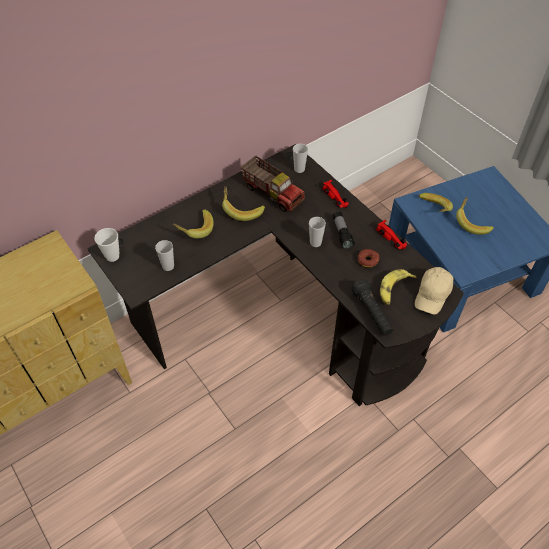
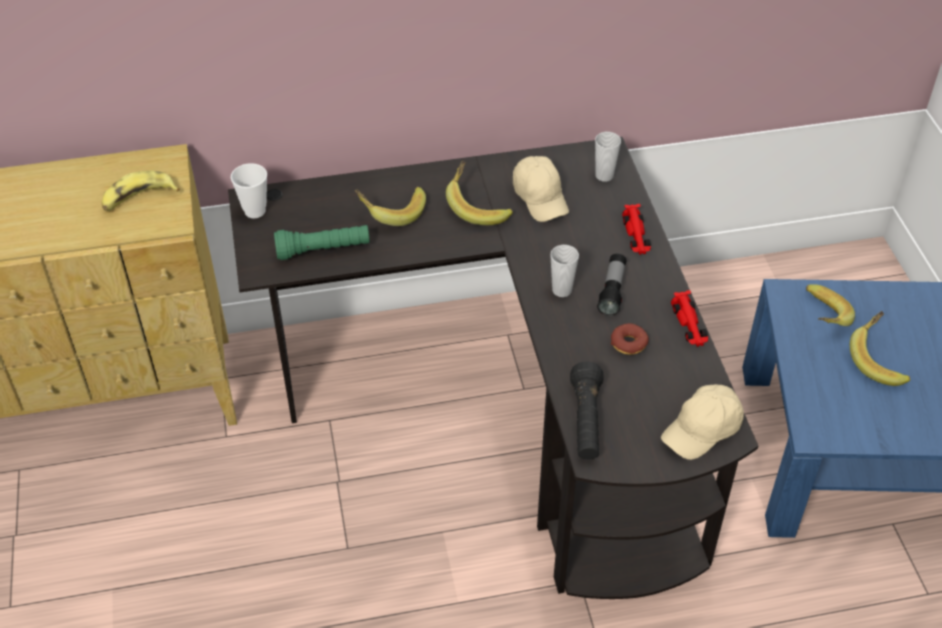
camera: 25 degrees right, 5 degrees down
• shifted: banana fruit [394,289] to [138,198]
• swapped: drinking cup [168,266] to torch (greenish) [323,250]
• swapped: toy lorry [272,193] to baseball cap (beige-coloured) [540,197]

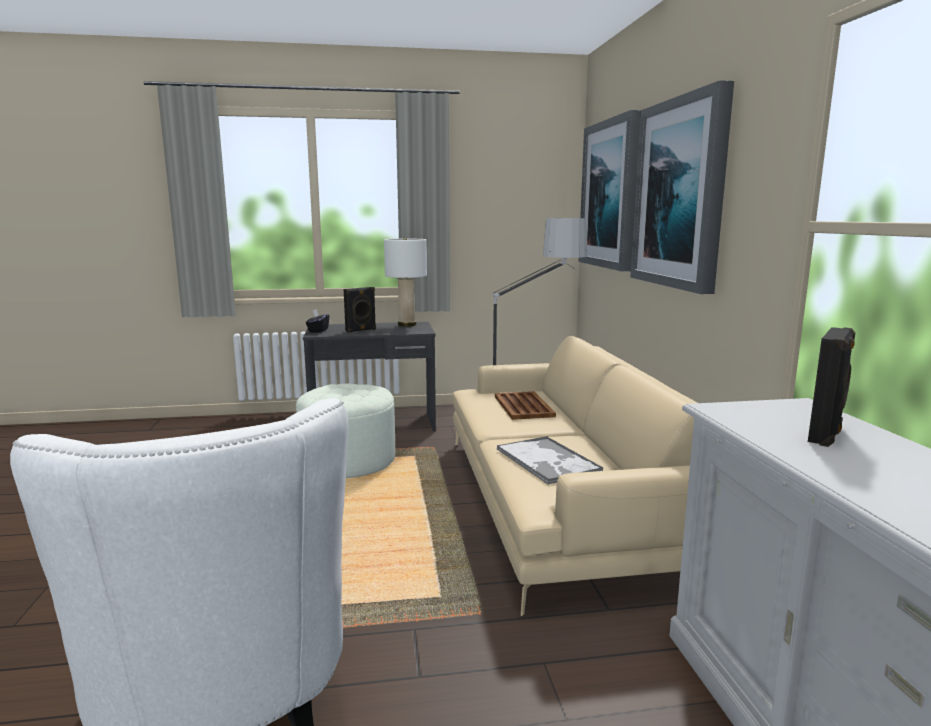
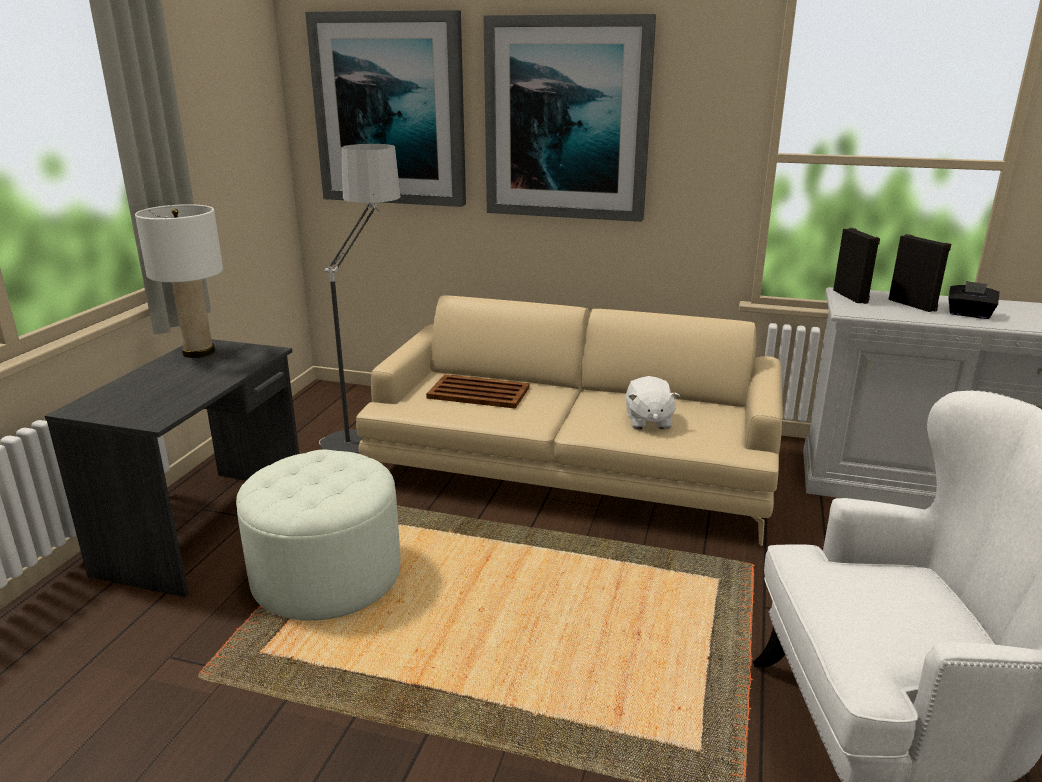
camera: 65 degrees left, 10 degrees up
• swapped: serving tray [548,461] to plush toy (whitish) [648,421]
• shifted: audio speaker (black-coloured) [361,330] to [851,296]
• shifted: box of tissues (black-coloured) [318,330] to [969,314]

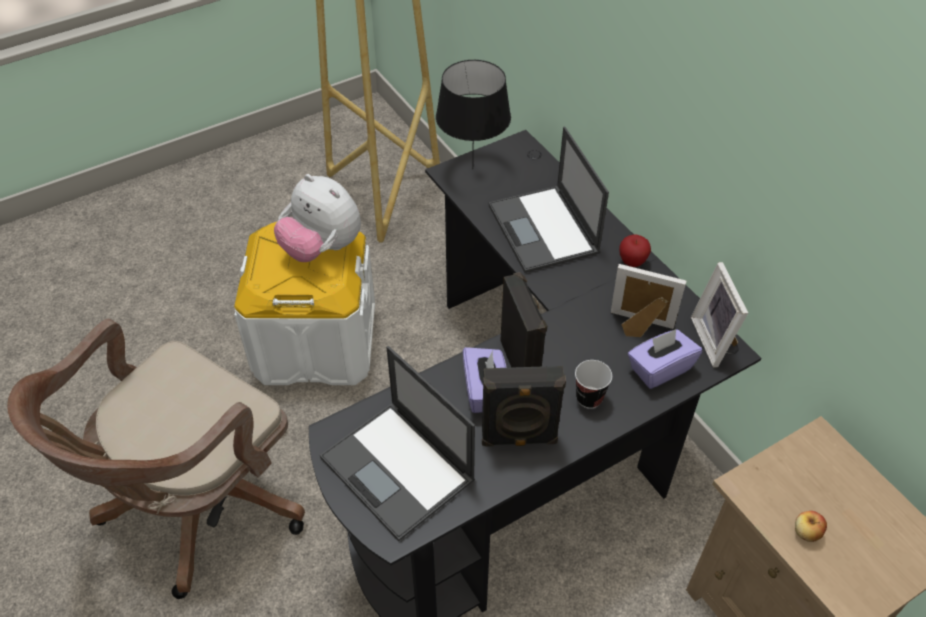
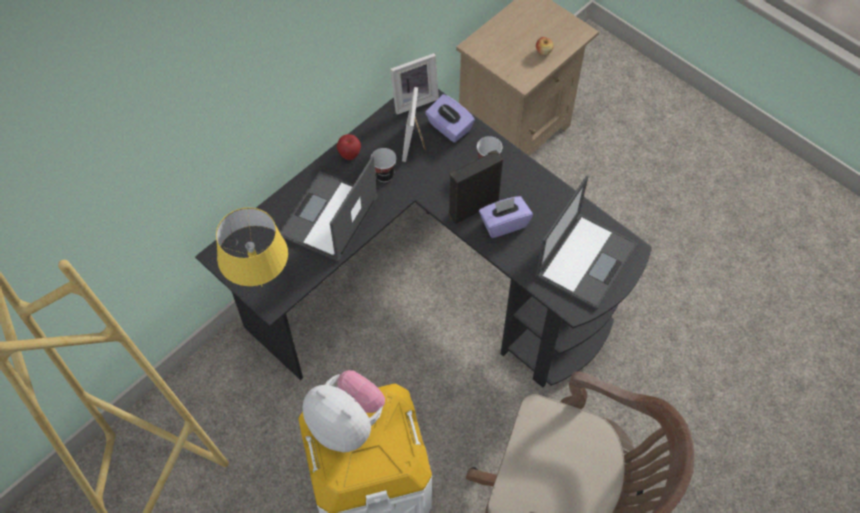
camera: 105 degrees left, 10 degrees up
• repainted: tabletop lamp (black-coloured) [473,168] to tabletop lamp (yellow) [261,285]
• rotated: portable computer [544,230] = [328,217] 150 degrees clockwise
• rotated: plush toy [322,248] = [346,423] 75 degrees counterclockwise
• new: drinking cup [384,175]
• gone: audio speaker (black-coloured) [519,439]

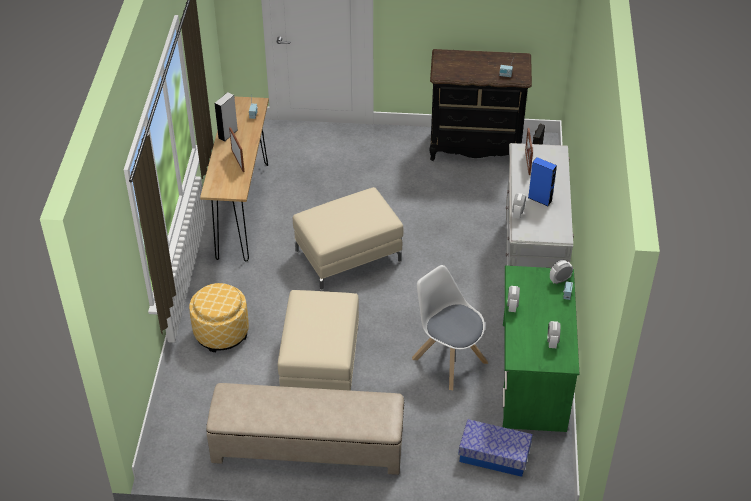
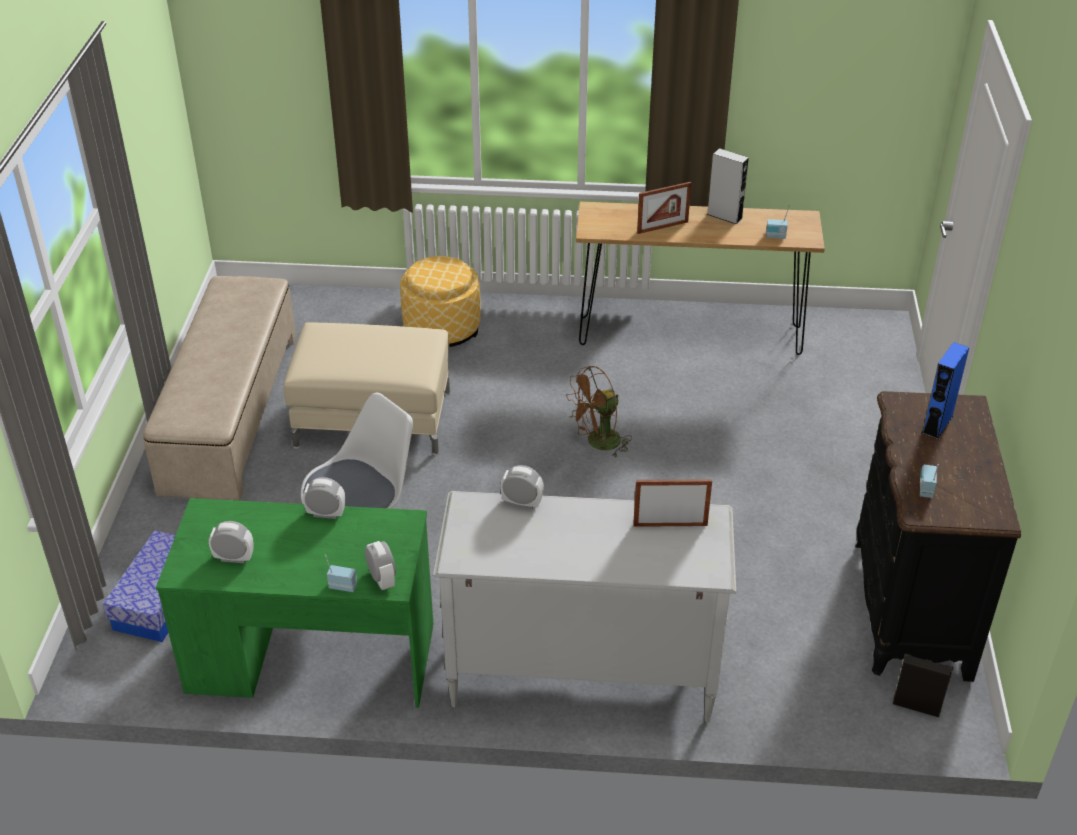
camera: 90 degrees right, 5 degrees down
• swapped: ottoman (beige-coloured) [348,255] to cooling fan (brown-coloured) [598,443]
• shifted: audio speaker (blue-coloured) [540,199] to [937,424]

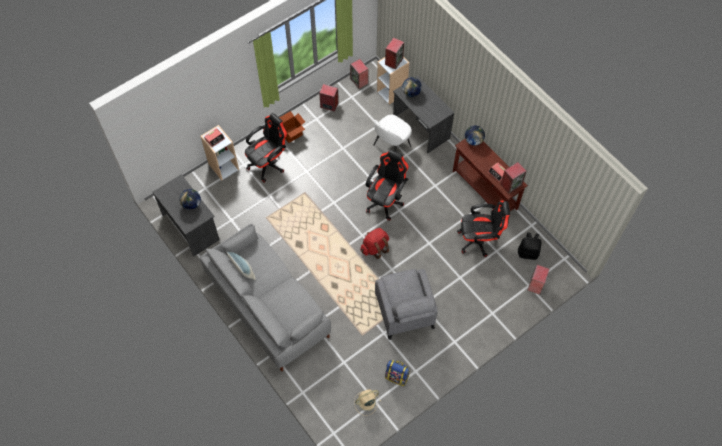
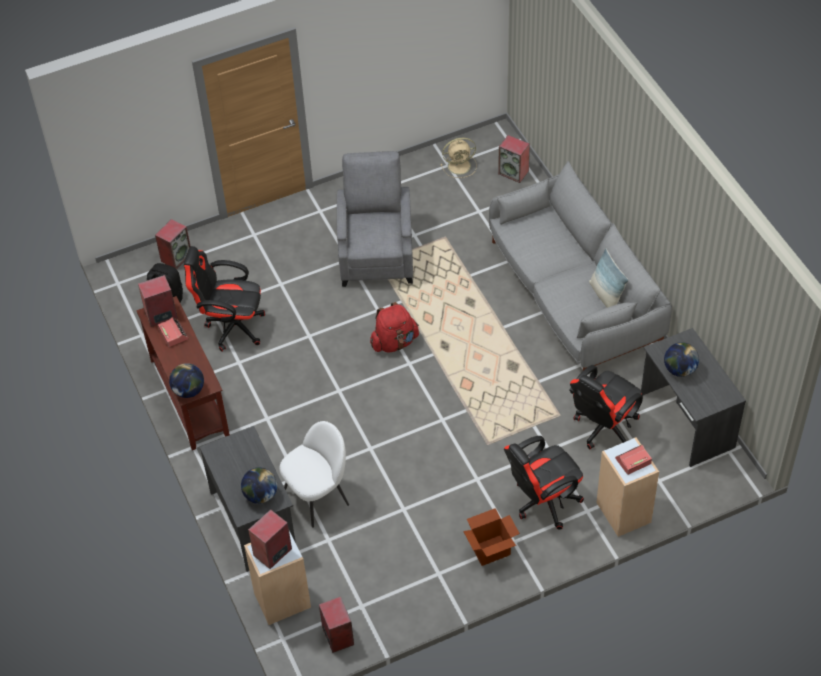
camera: 165 degrees left, 10 degrees down
• shifted: audio speaker [329,105] to [514,172]
• shifted: desk chair (black-coloured) [385,201] to [602,430]
• gone: backpack [397,376]

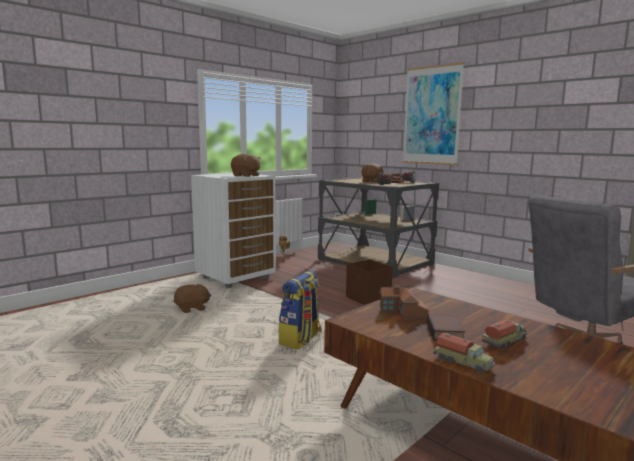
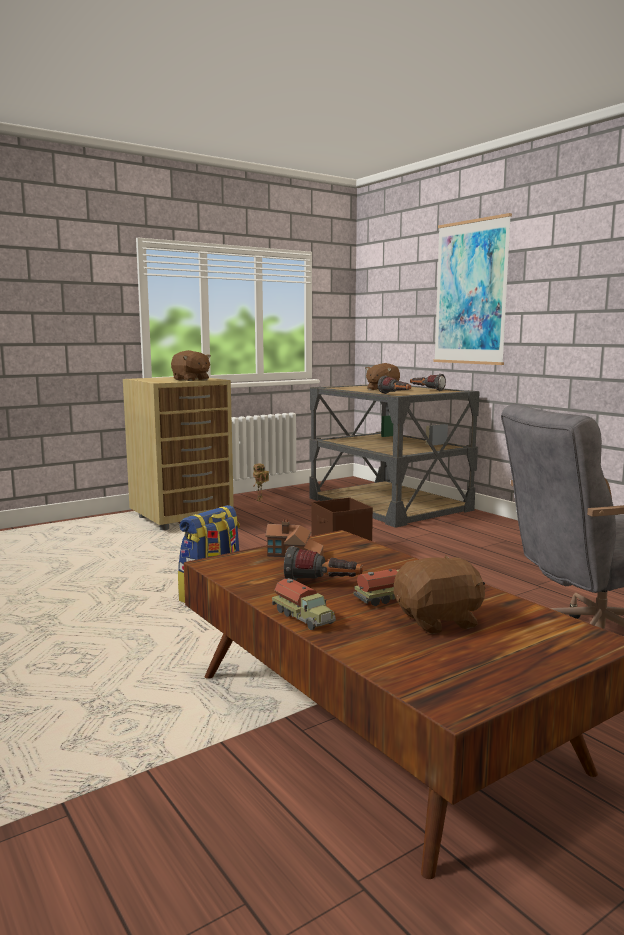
camera: 10 degrees right, 0 degrees up
• repainted: chest of drawers (whitish) [236,278] to chest of drawers (brown-coloured) [181,519]
• swapped: bound book [446,332] to torch [323,583]
• shifted: plush toy (brown-coloured) [192,308] to [439,621]

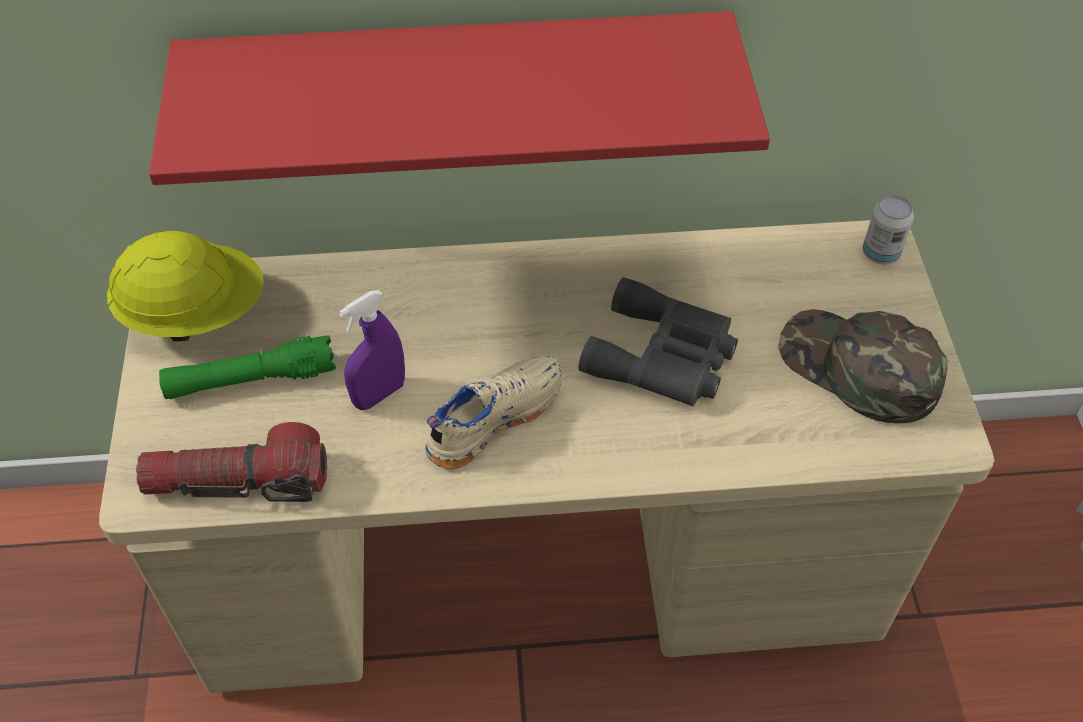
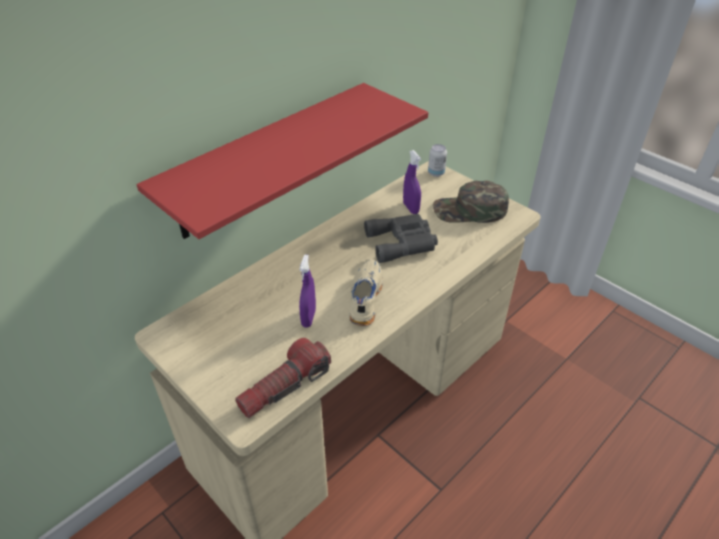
camera: 40 degrees left, 10 degrees down
• new: hand sprayer (purple-coloured) [411,208]
• gone: work helmet (yellow) [195,313]
• gone: torch (greenish) [251,380]

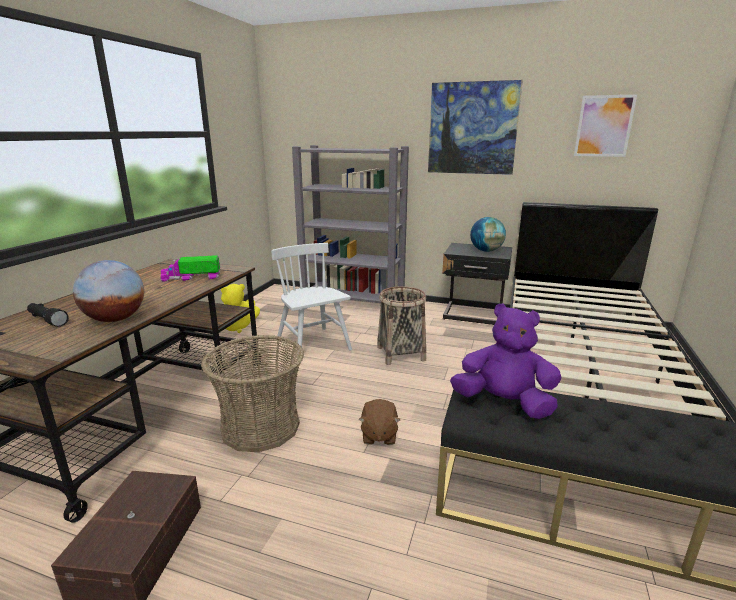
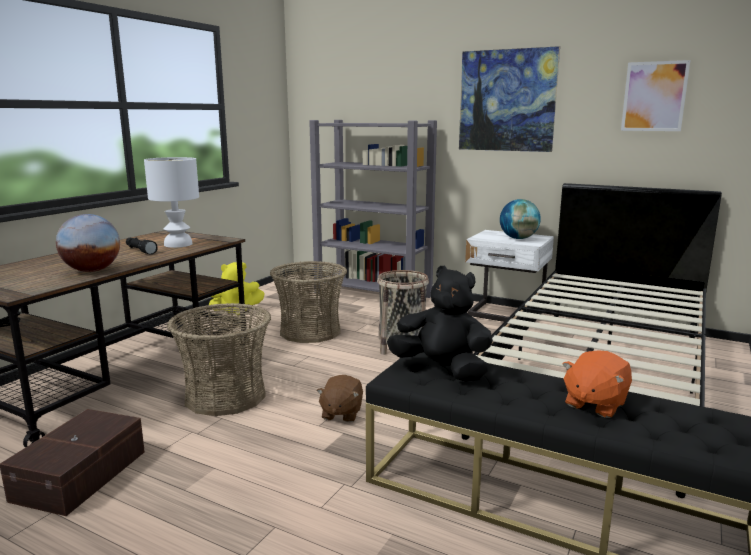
camera: 10 degrees right, 5 degrees down
• shifted: torch (black-coloured) [47,320] to [140,251]
• swapped: toy lorry [191,278] to tabletop lamp (whitish) [178,244]
• swapped: chair (whitish) [313,345] to storage basket [310,331]
• repainted: plush toy (purple-coloured) [504,403] to plush toy (black-coloured) [442,369]
• repainted: bedside table (black-coloured) [473,315] to bedside table (whitish) [505,315]
• new: plush toy (orange) [594,403]

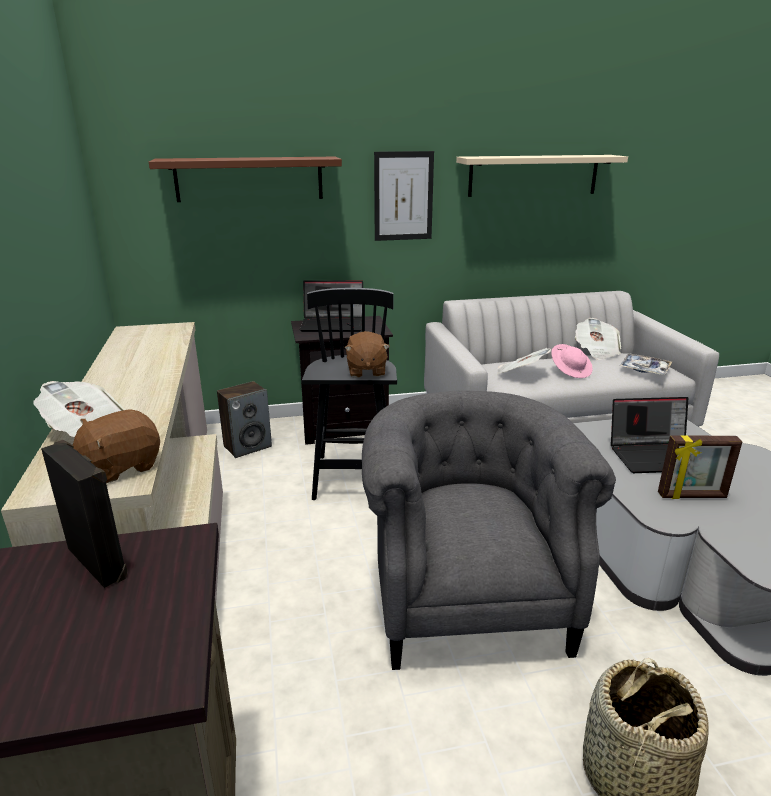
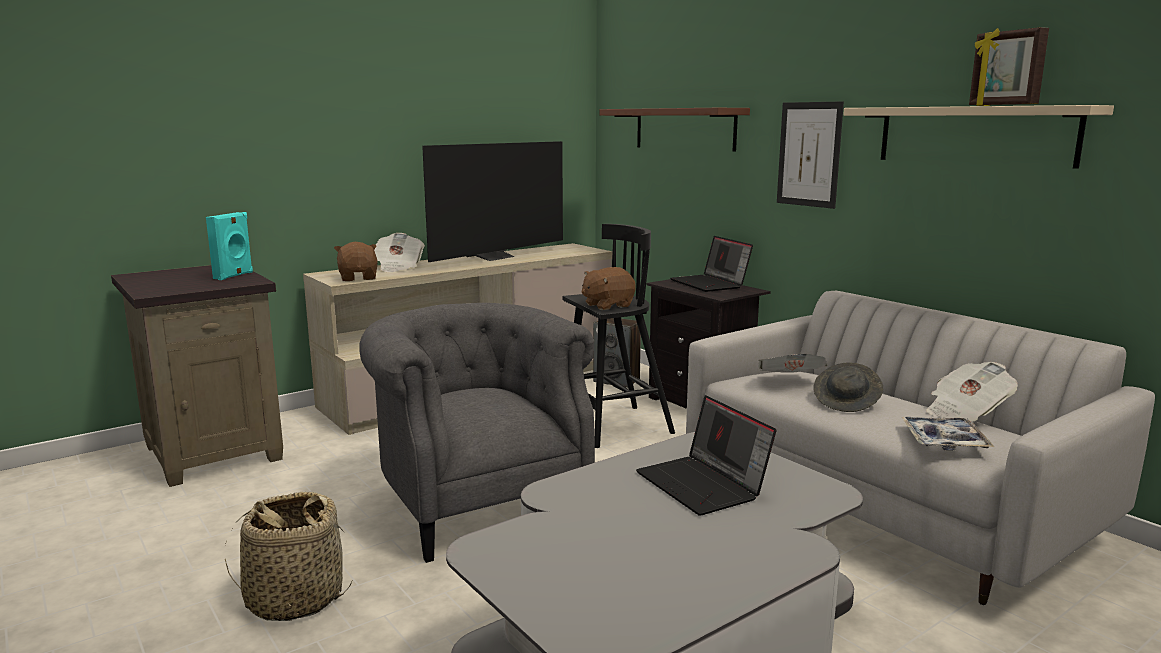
camera: 65 degrees right, 10 degrees down
• repainted: audio speaker (black-coloured) [99,561] to audio speaker (turquoise-coloured) [234,275]
• rotated: plush toy (brown-coloured) [121,466] = [358,278] 45 degrees clockwise
• rotated: lounge chair (grey) [466,596] = [477,502] 90 degrees counterclockwise
• new: television [494,257]
• repainted: hat (pink-coloured) [570,371] to hat (grey) [847,402]
• shifted: standing frame [692,496] to [1001,105]

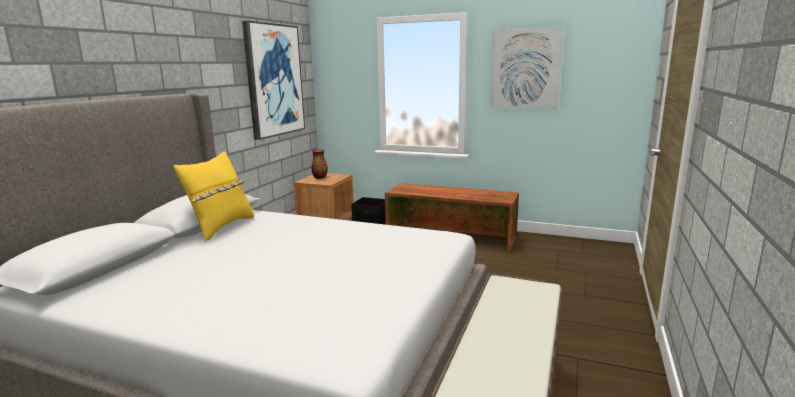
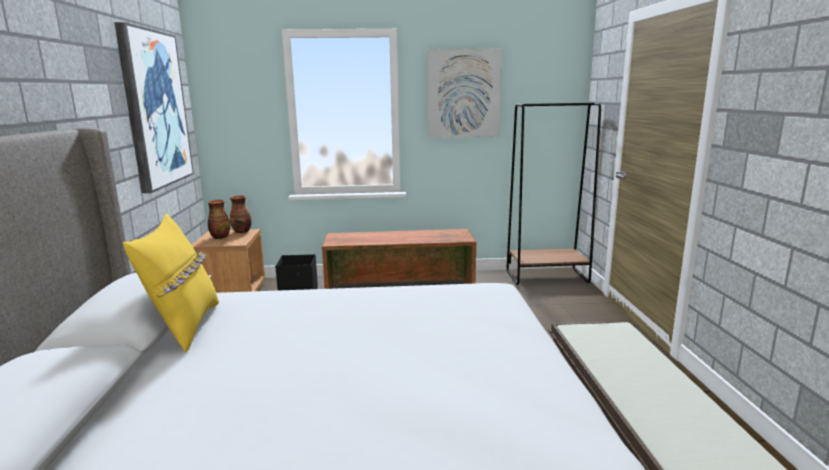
camera: 25 degrees left, 0 degrees up
• new: vase [242,231]
• new: garment rack [547,277]

